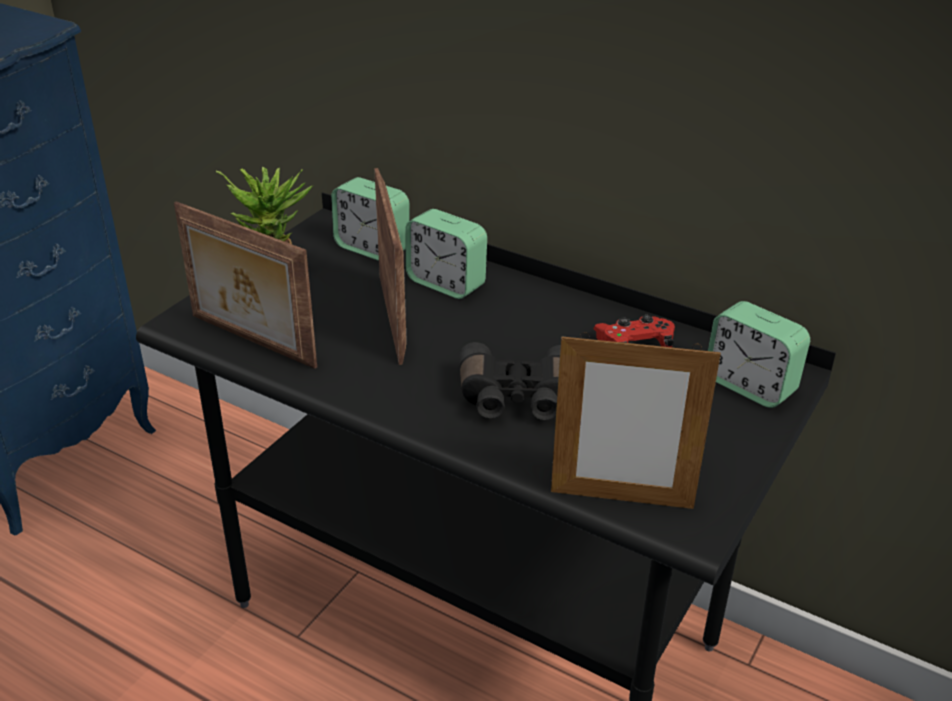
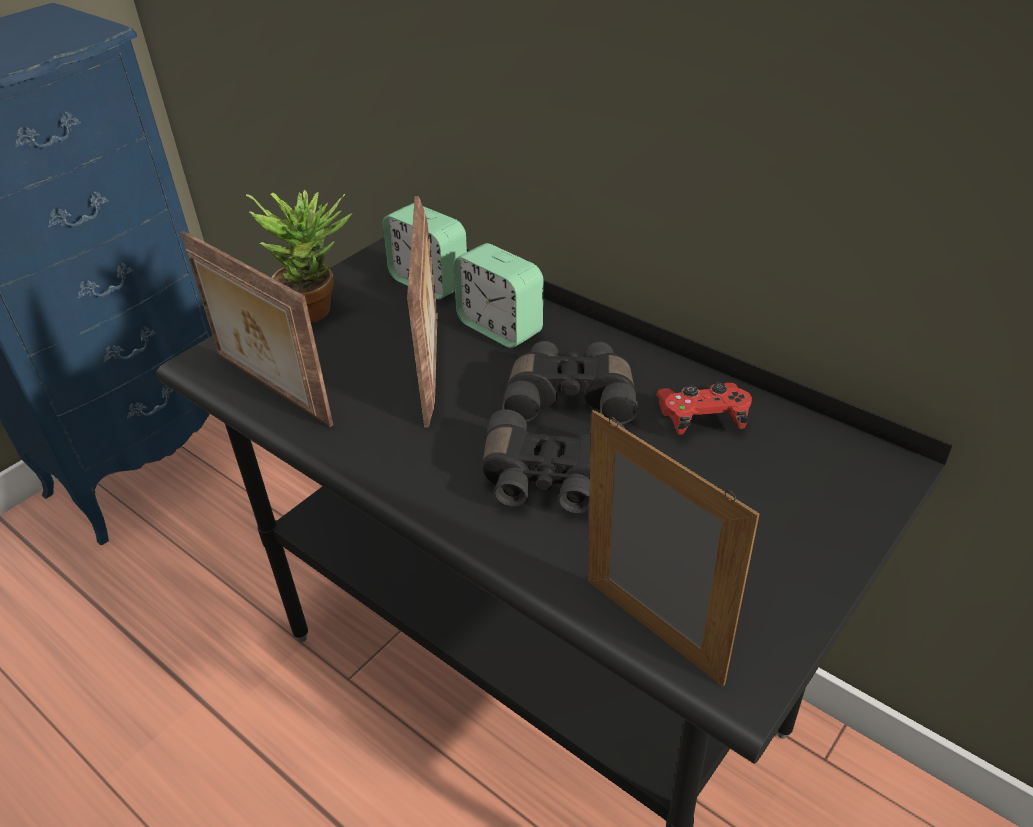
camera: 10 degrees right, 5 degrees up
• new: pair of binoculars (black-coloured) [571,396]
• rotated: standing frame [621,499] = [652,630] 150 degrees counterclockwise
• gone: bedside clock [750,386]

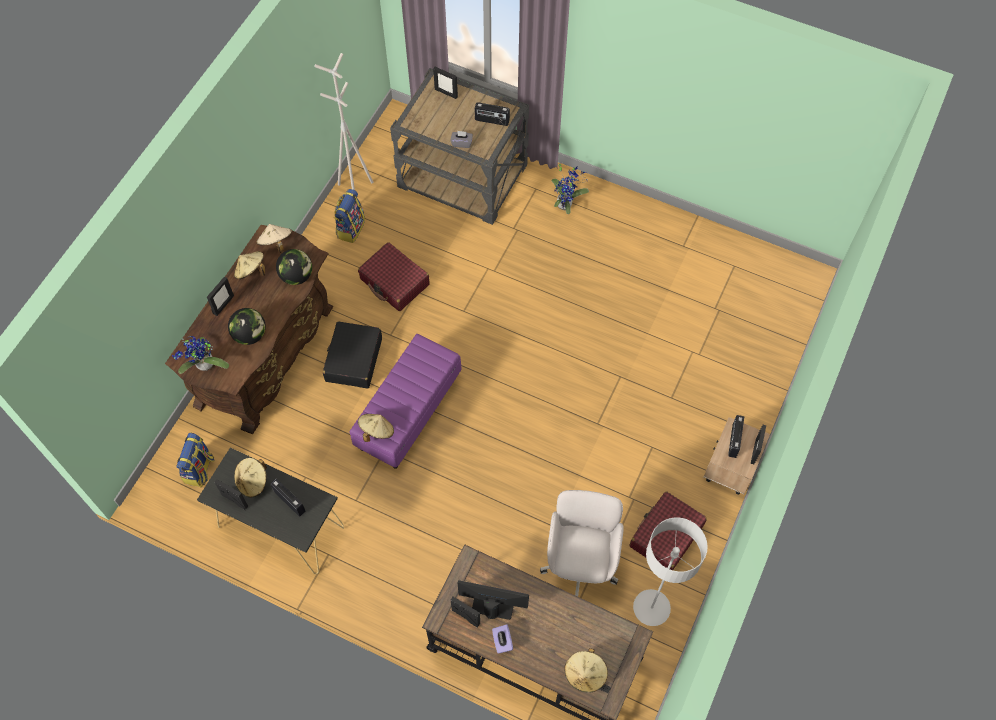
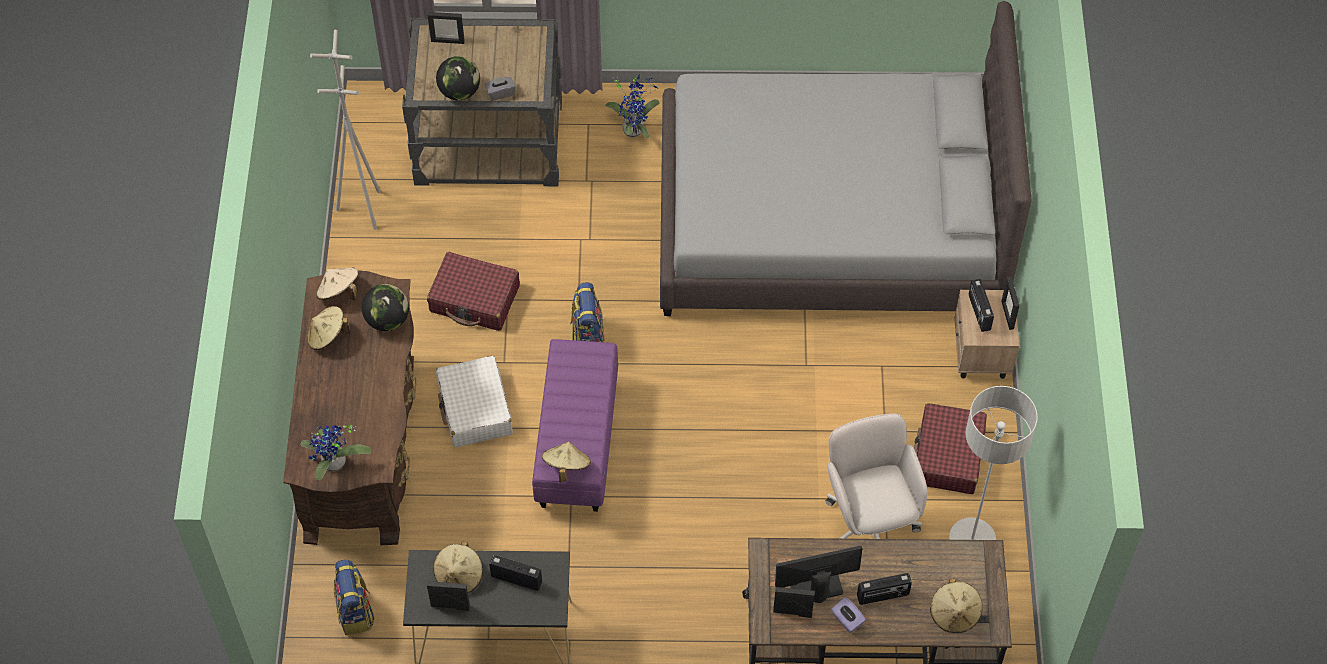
camera: 25 degrees left, 5 degrees down
• shifted: globe [250,335] to [459,92]
• repainted: suitcase (black-coloured) [353,360] to suitcase (whitish) [475,409]
• shifted: backpack [350,228] to [587,336]
• new: bedroom bed (grey) [830,222]
• shifted: radio receiver [492,121] to [883,596]
• gone: standing frame [223,304]

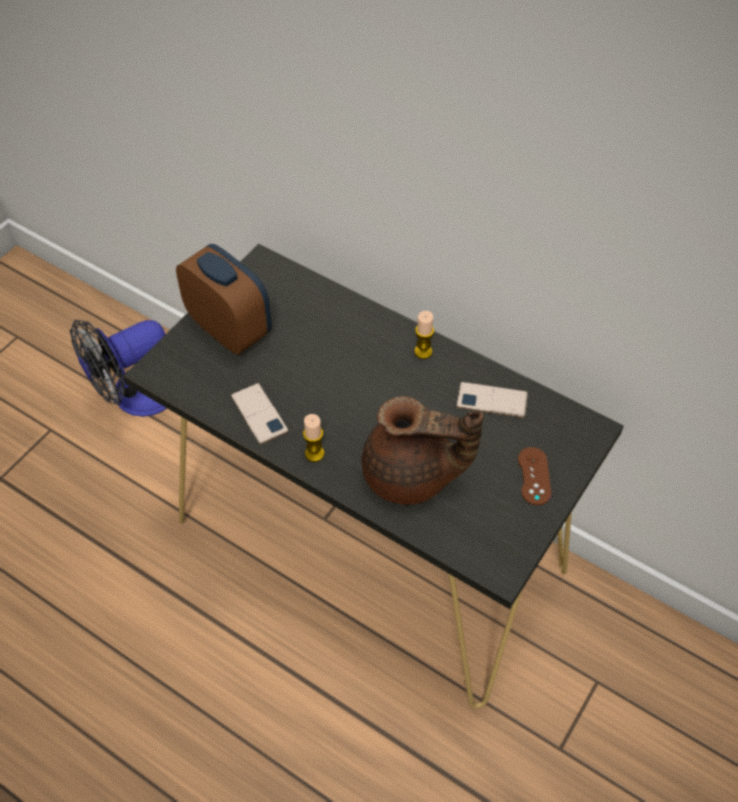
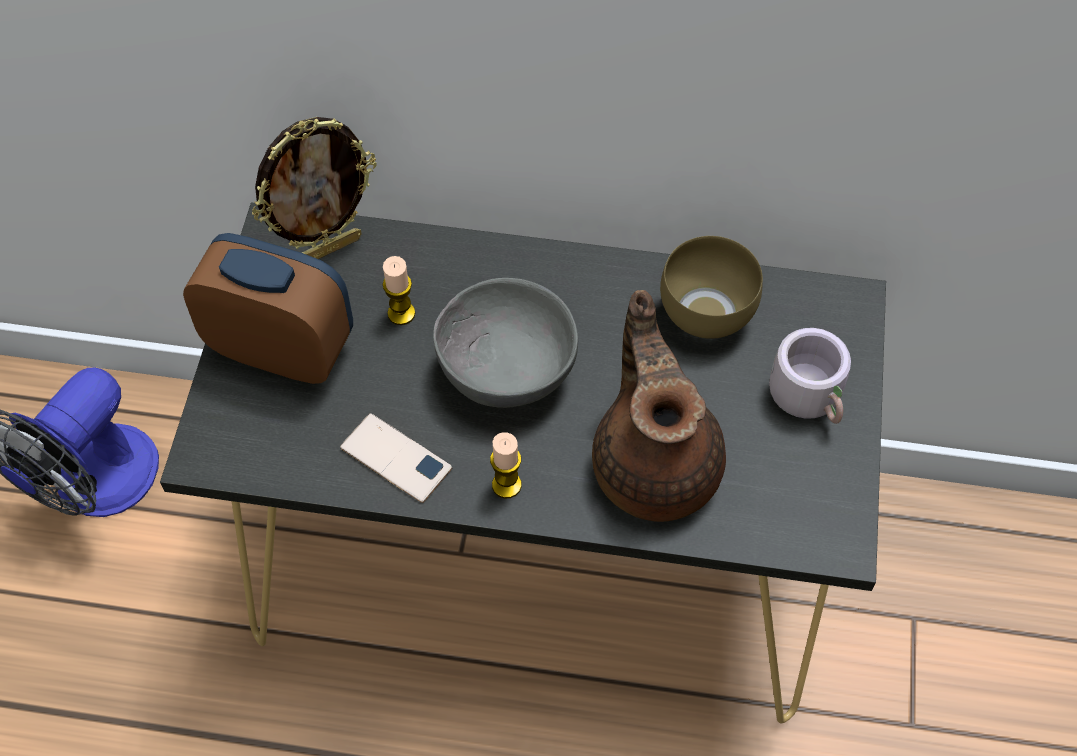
camera: 25 degrees left, 5 degrees up
• new: standing frame [326,250]
• shifted: wax light [423,351] to [401,313]
• new: deep dish (grey) [503,368]
• rotated: pot for tea (brown-coloured) [411,476] = [655,462] 90 degrees counterclockwise
• swapped: telephone [492,400] to deep dish (brown-coloured) [702,312]
• swapped: gamepad (brown-coloured) [534,476] to tea mug (grey) [812,396]

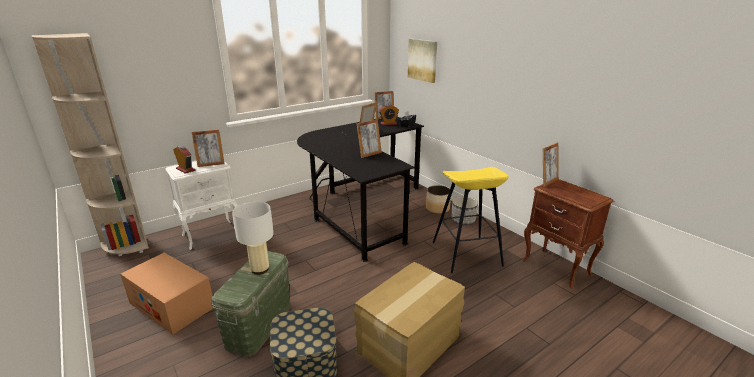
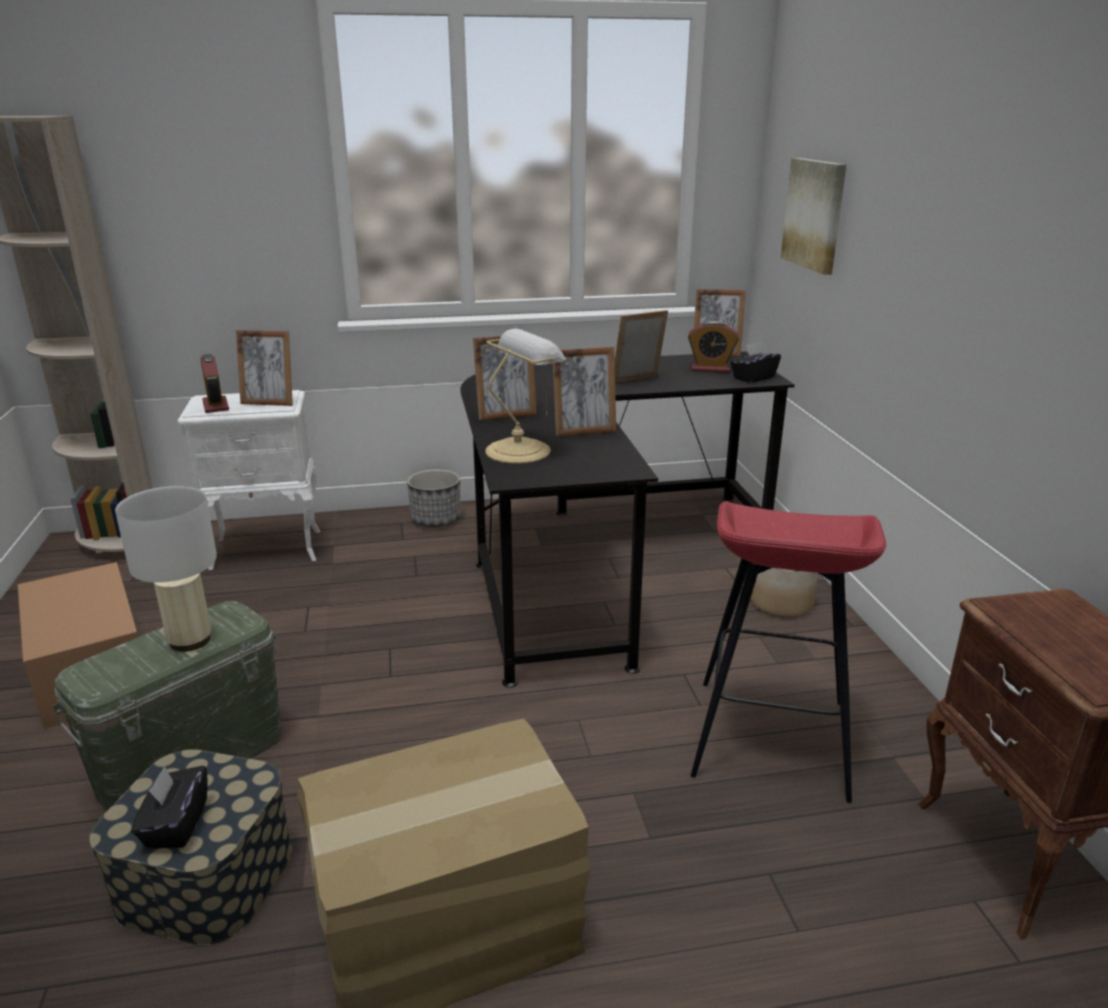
camera: 25 degrees right, 0 degrees up
• new: box of tissues (black-coloured) [176,825]
• shifted: planter [463,220] to [436,519]
• shifted: standing frame [547,181] to [506,415]
• new: tabletop lamp [521,450]
• repainted: stool (yellow) [466,254] to stool (red-coloured) [769,738]

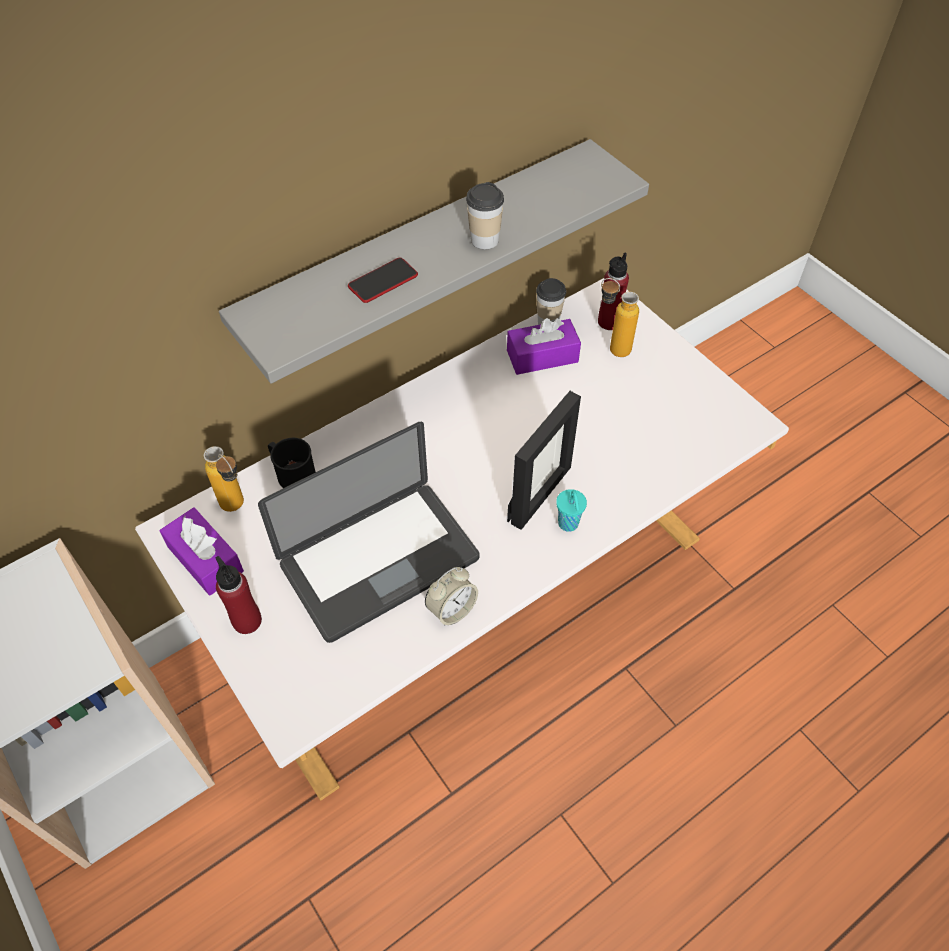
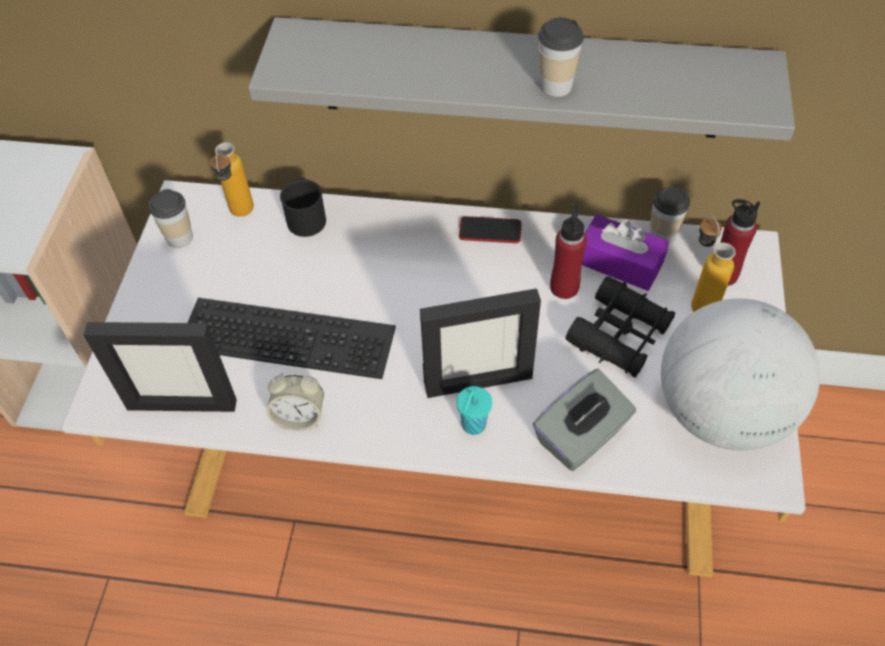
camera: 45 degrees right, 0 degrees up
• new: standing frame [182,402]
• swapped: box of tissues (purple-coloured) [205,559] to drinking cup [179,237]
• swapped: portable computer [379,562] to computer keyboard [290,335]
• shifted: telephone [383,281] to [490,231]
• new: box of tissues (grey) [581,436]
• shifted: bottle (red-coloured) [247,620] to [564,287]
• new: pair of binoculars (black-coloured) [619,334]
• new: globe [721,412]

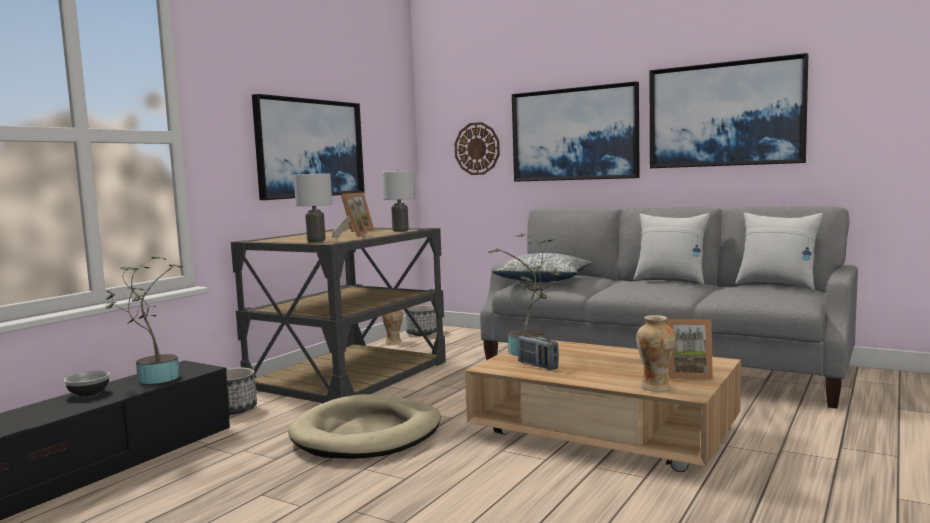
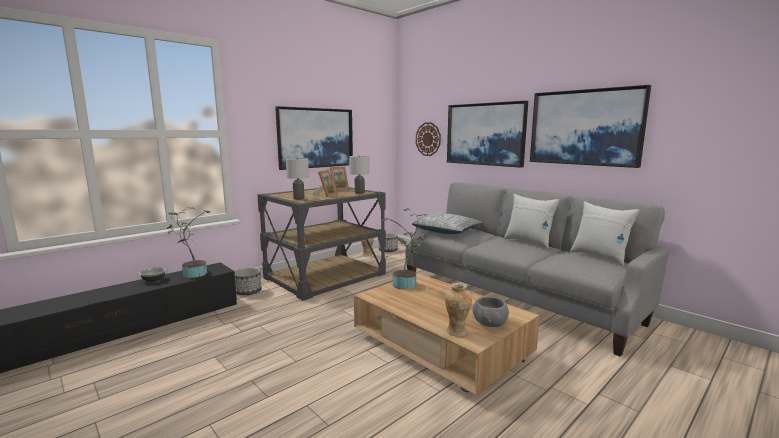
camera: 15 degrees right, 5 degrees up
• swapped: standing frame [688,374] to deep dish (grey) [489,323]
• gone: pet bed (beige-coloured) [367,434]
• gone: radio receiver [537,365]

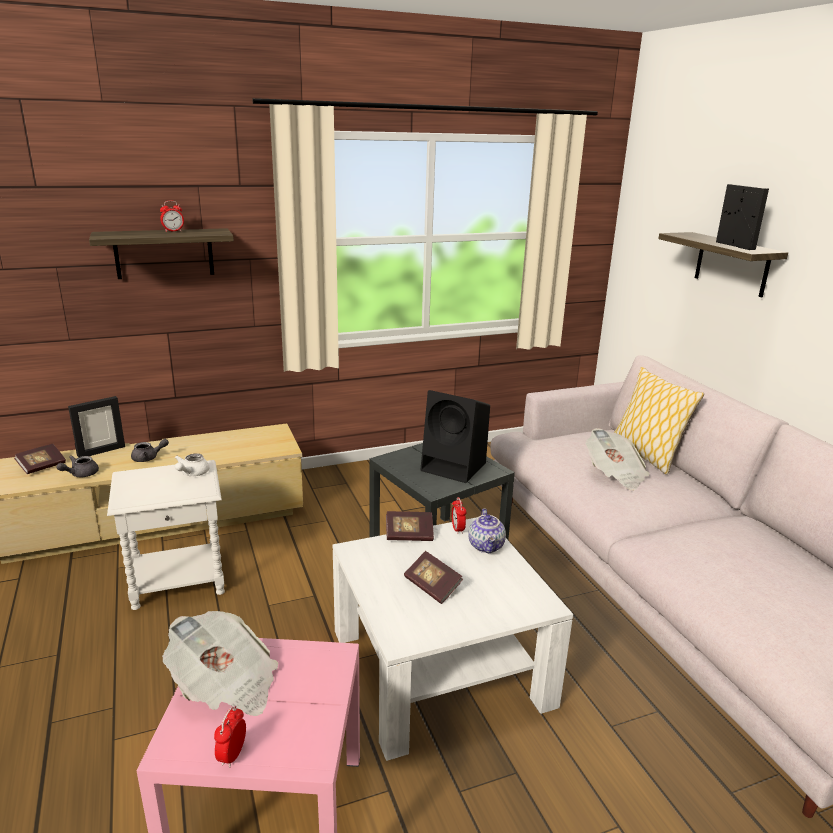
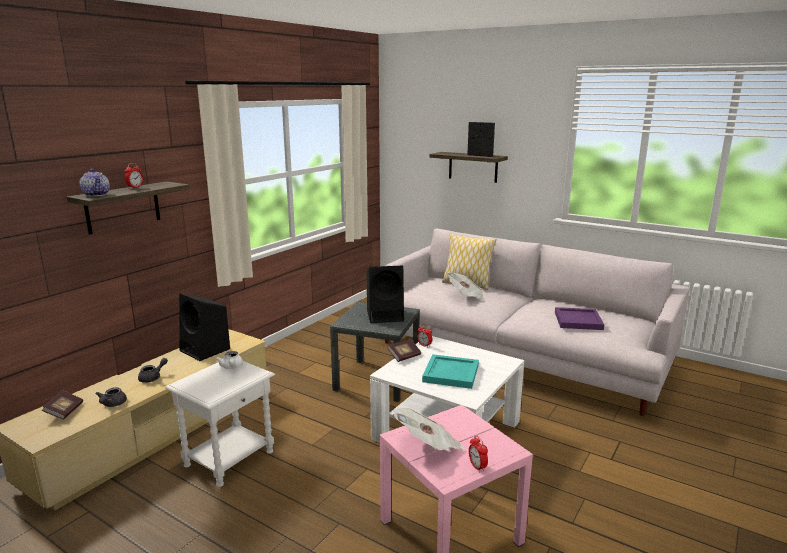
camera: 35 degrees left, 5 degrees down
• shifted: pot for tea [487,546] to [97,195]
• new: audio speaker (black-coloured) [206,350]
• swapped: bound book [432,586] to serving tray (turquoise-coloured) [450,373]
• new: serving tray (purple-coloured) [577,321]
• gone: standing frame [101,451]

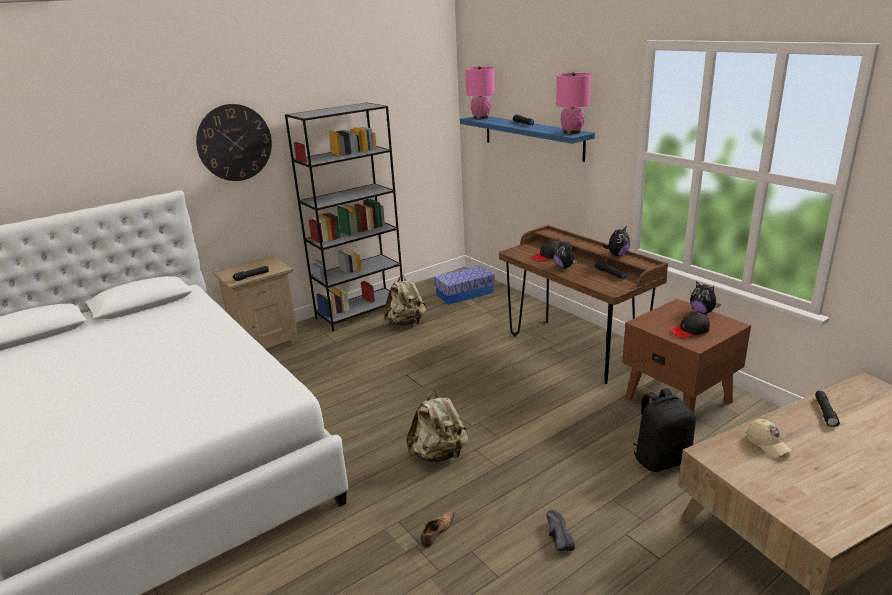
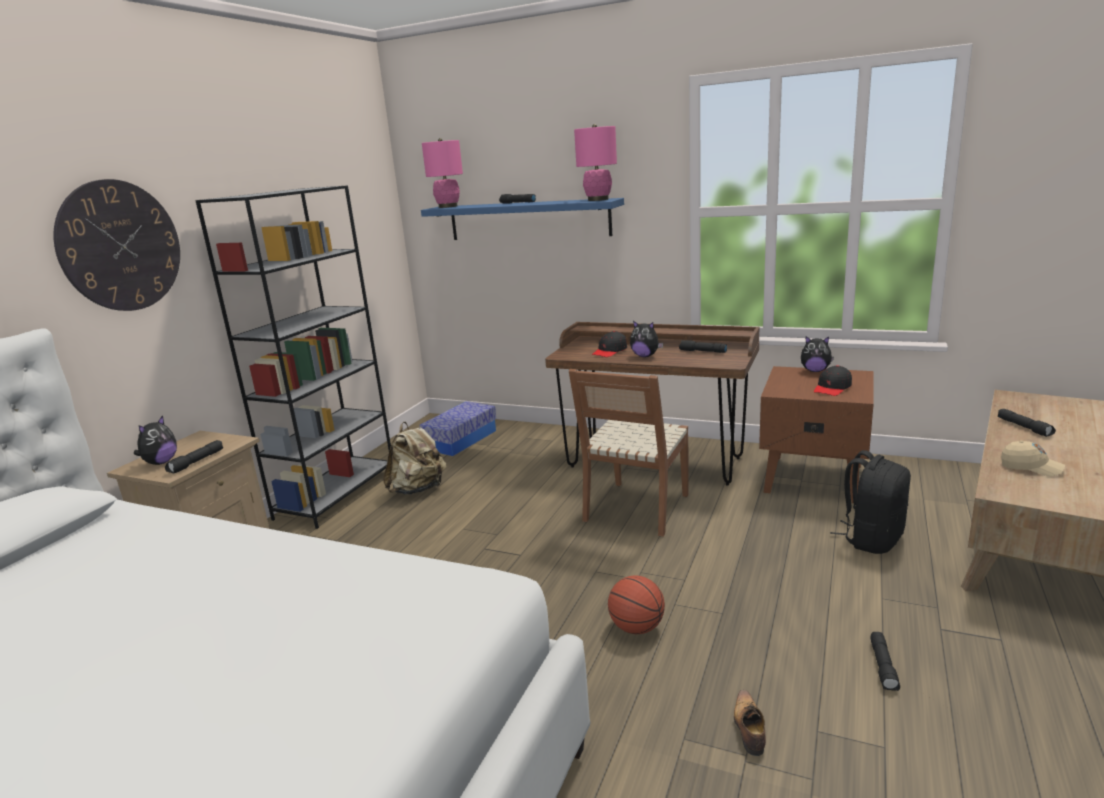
camera: 30 degrees left, 5 degrees down
• shifted: plush toy [617,255] to [160,462]
• new: chair [635,511]
• swapped: backpack (beige-coloured) [439,454] to ball for basketball [636,628]
• swapped: shoe (black-coloured) [555,538] to torch (black-coloured) [883,667]

